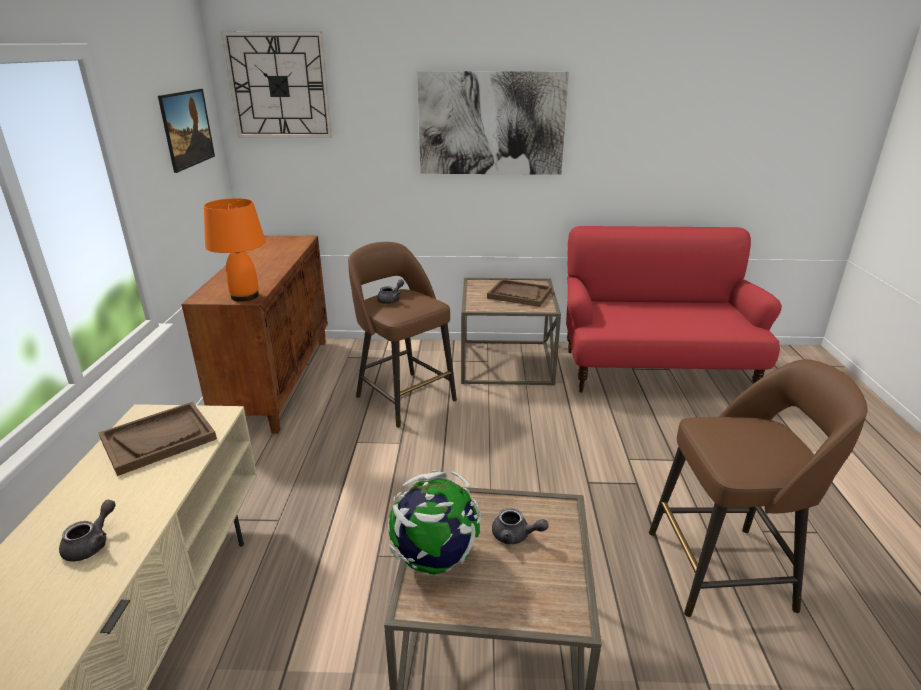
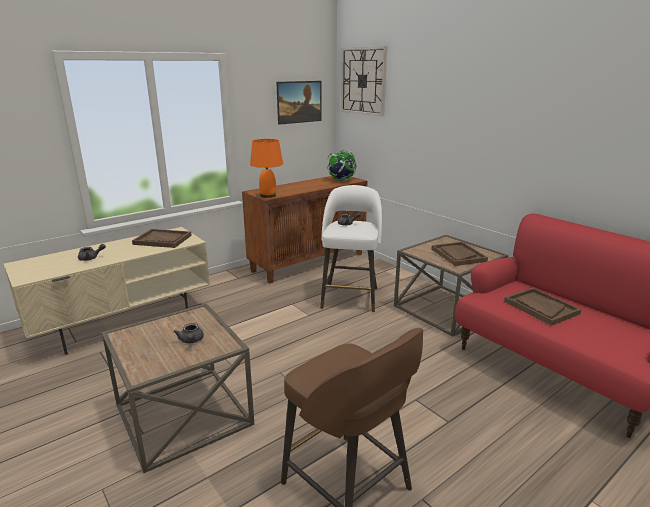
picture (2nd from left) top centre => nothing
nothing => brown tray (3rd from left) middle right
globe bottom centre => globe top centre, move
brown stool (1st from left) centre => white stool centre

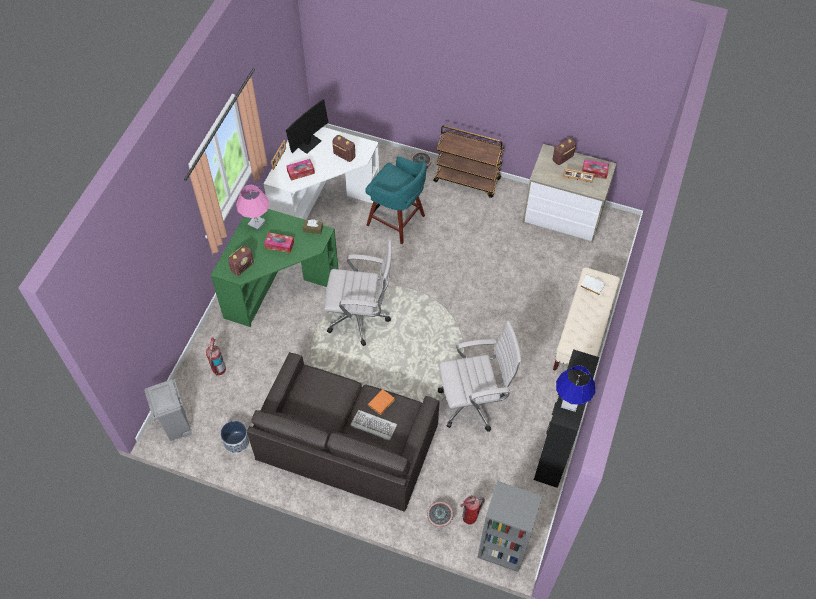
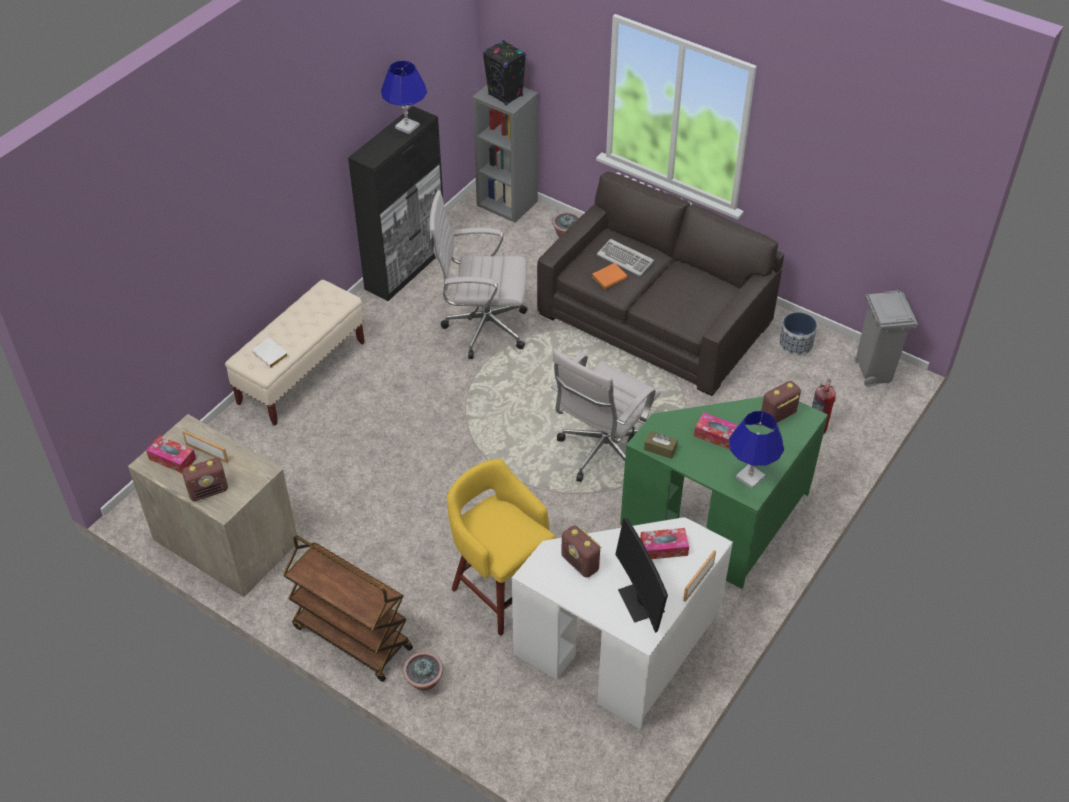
fire extinguisher (2nd from left) bottom centre => nothing
nothing => black speaker top centre
pink table lamp middle left => blue table lamp (2nd from left) middle right
turquoise stool centre => yellow stool bottom centre
monitor top centre => monitor bottom centre, 75 degrees counterclockwise
white office chair (1st from left in the first image) centre => white office chair (2nd from left) centre, 75 degrees counterclockwise

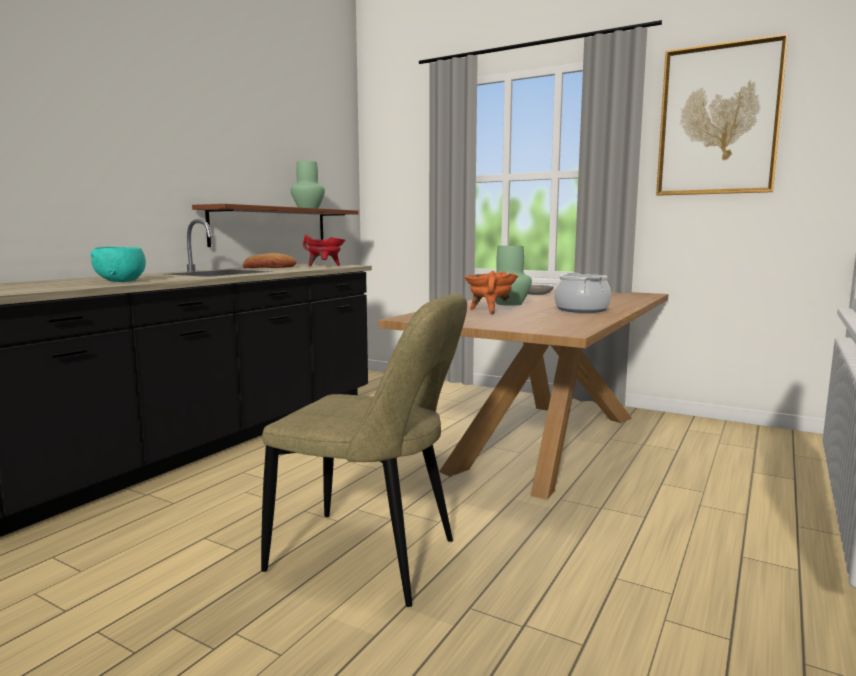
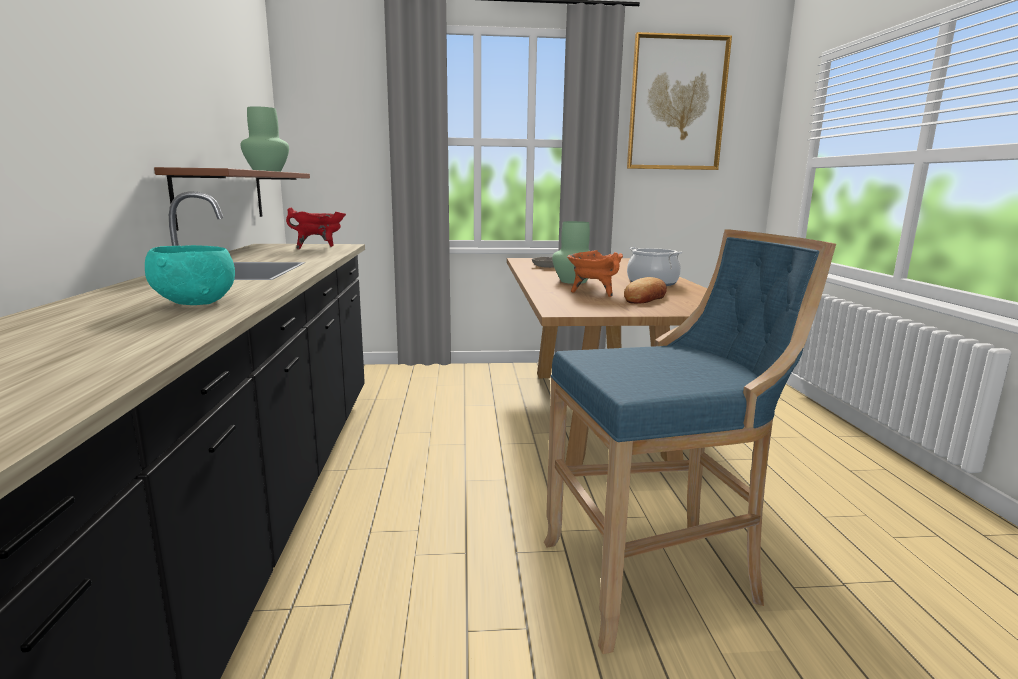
bread middle left => bread centre, move
beige chair centre => blue stool middle right

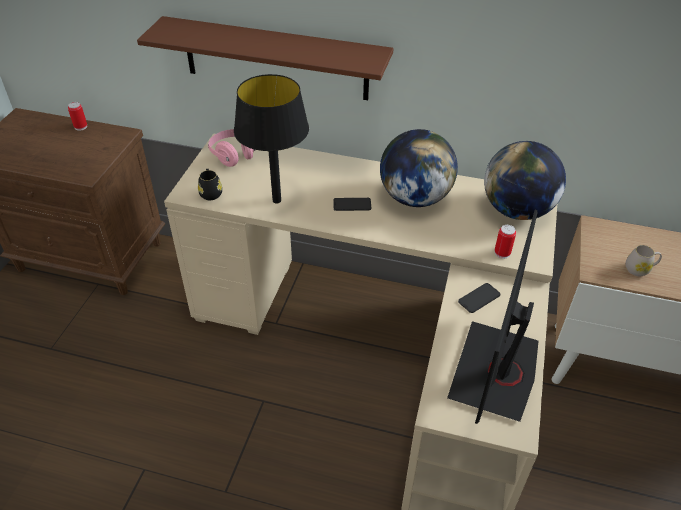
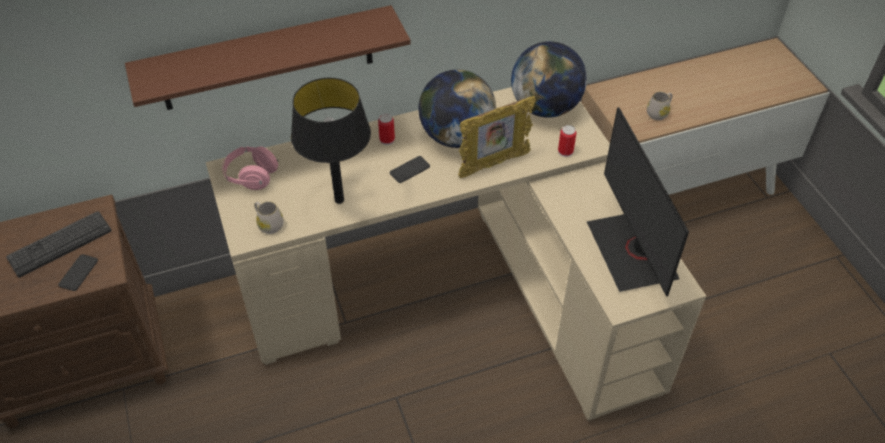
nothing => keyboard middle left
nothing => picture frame top centre
can (1st from left) top left => can (1st from left) top centre, move
phone (2nd from left in the first image) middle right => phone (1st from left) middle left, move
black mug middle left => white mug (1st from left) middle left

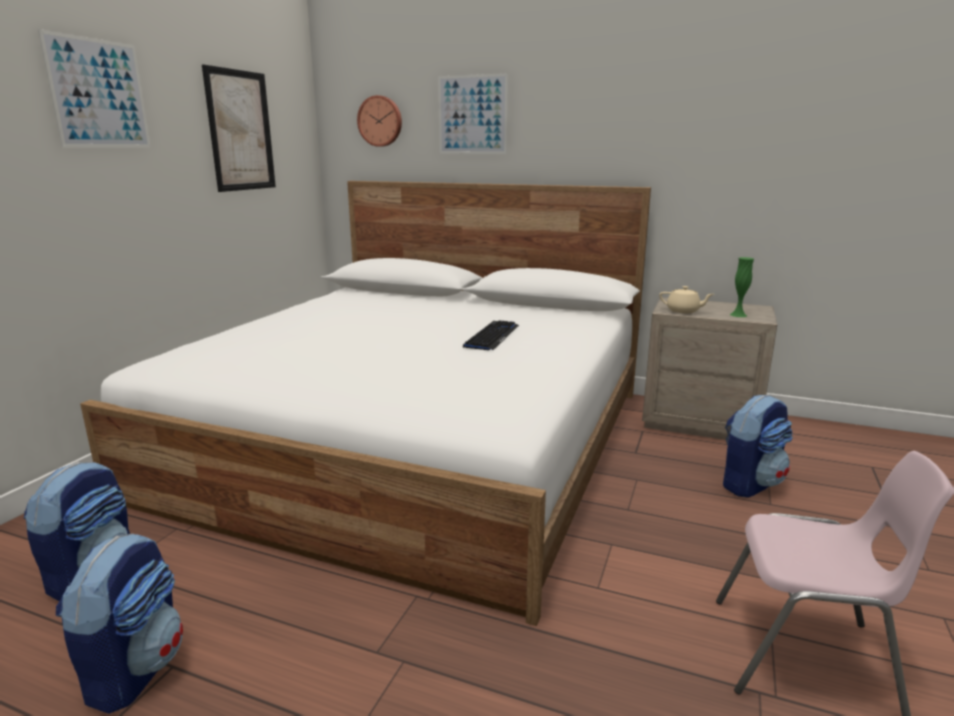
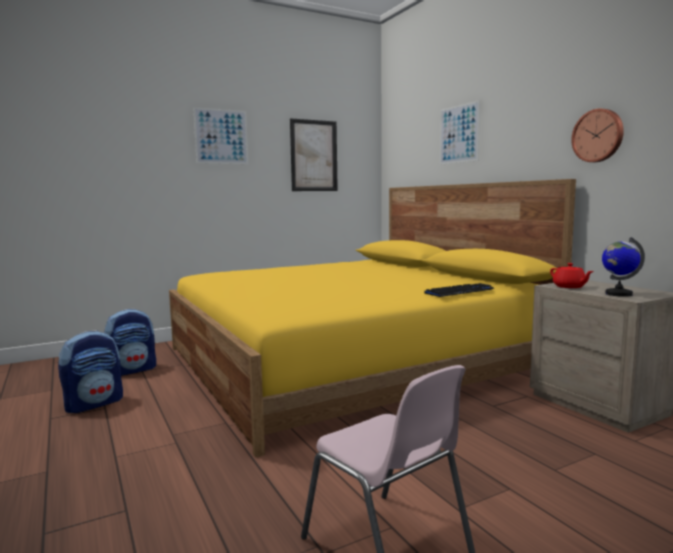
backpack (3rd from left) middle right => nothing
wall clock top centre => wall clock top right, move
keyboard centre => keyboard middle right, move
green vase middle right => globe middle right
white bed centre => yellow bed centre
beige teapot middle right => red teapot middle right

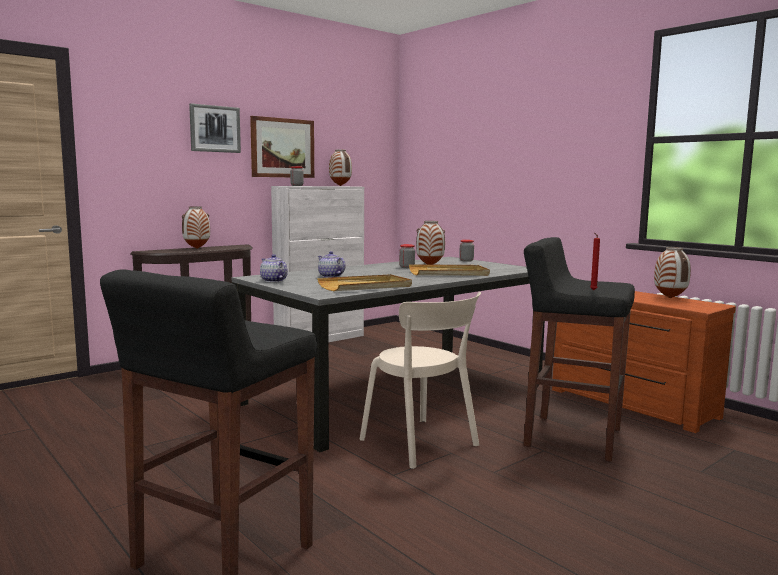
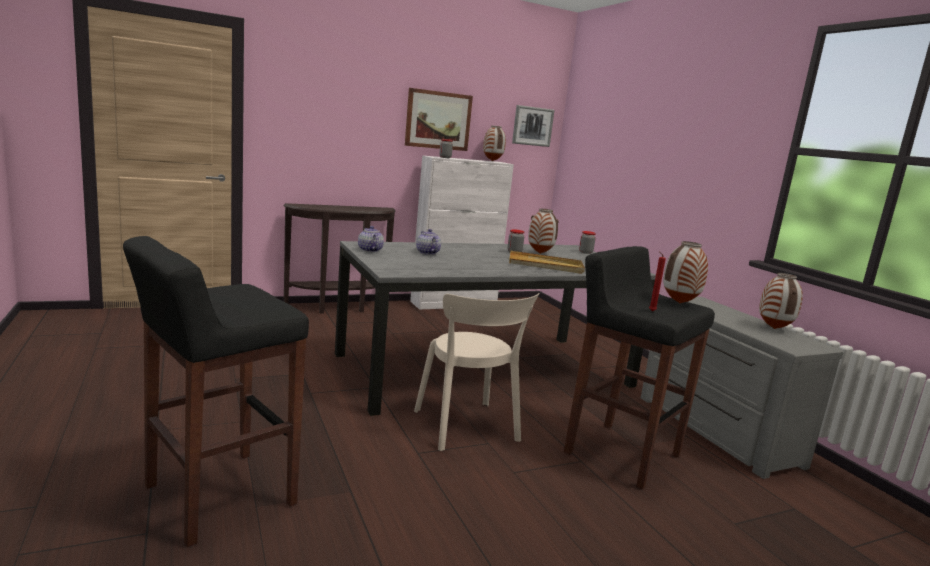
beige tray (1st from left) centre => nothing
vase (1st from left in the first image) middle left => vase (3rd from left) middle right, move
picture (1st from left in the first image) top left => picture (2nd from left) top centre, move
brown dresser middle right => grey dresser bottom right

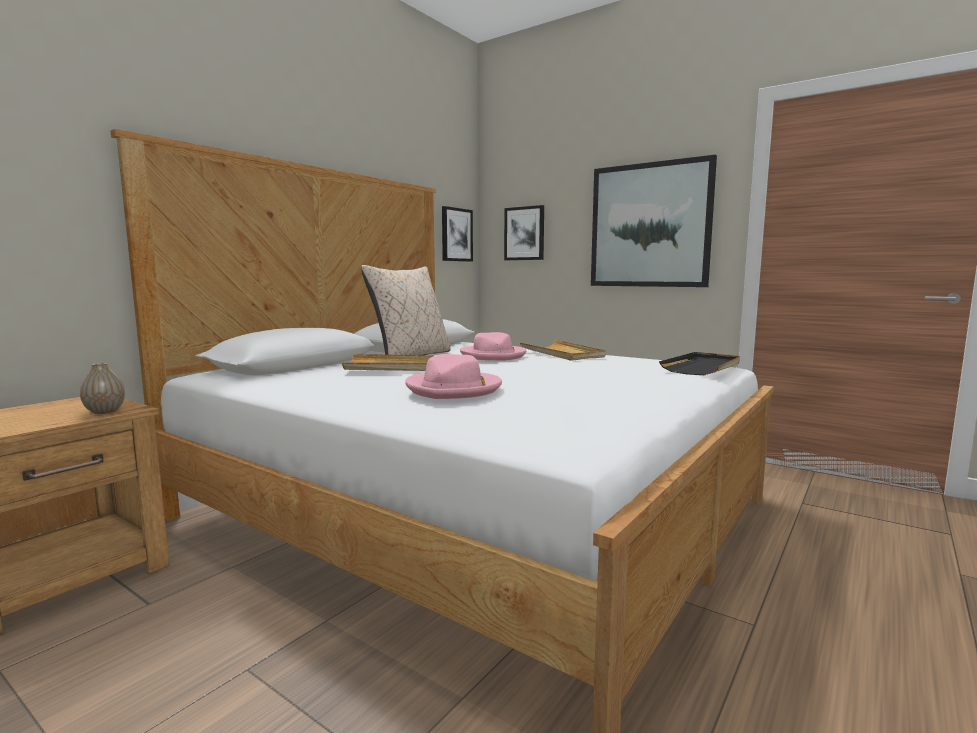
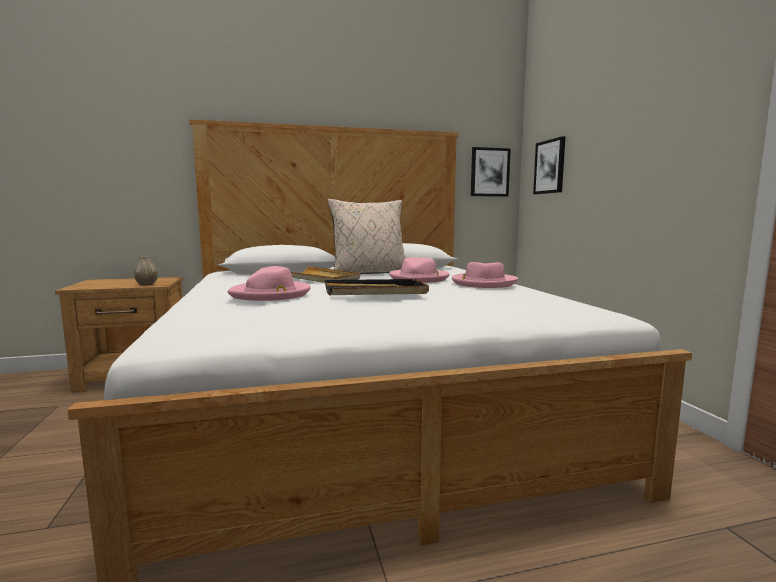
picture (3rd from left) top right => nothing
black tray middle right => black tray centre, move
beige tray (2nd from left) centre => pink hat (3rd from left) centre

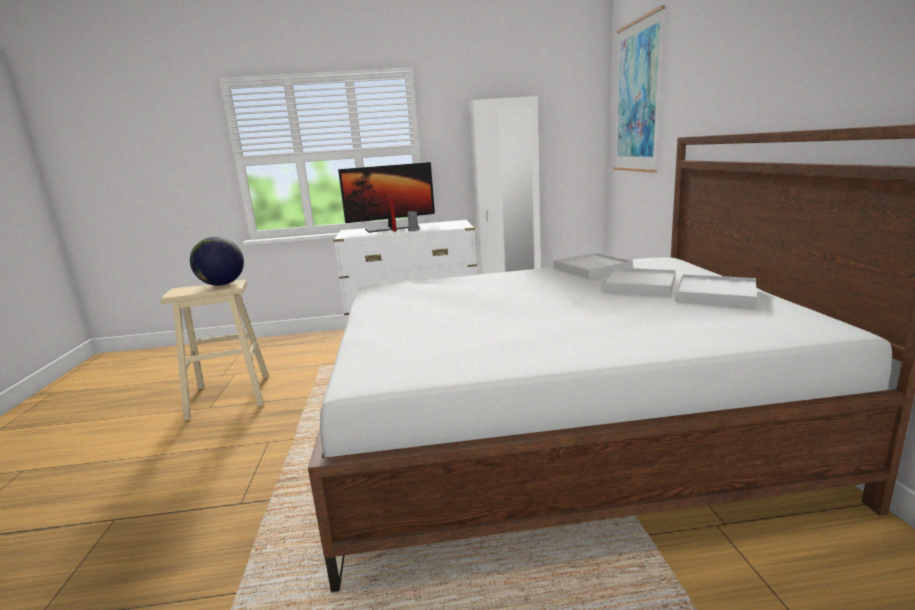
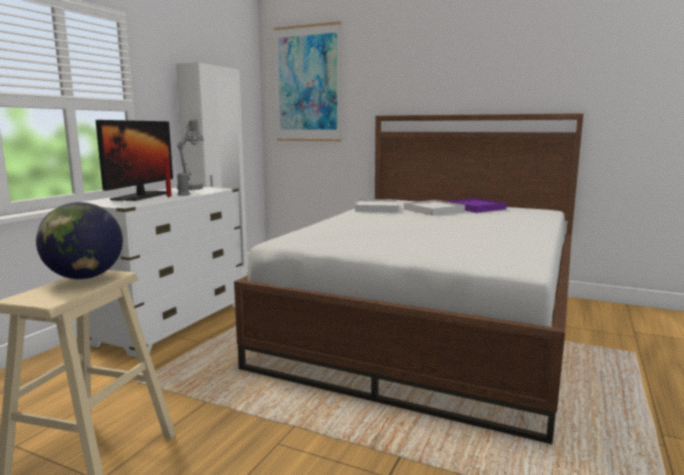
nothing => grey table lamp top left
white tray (3rd from left) middle right => purple tray middle right

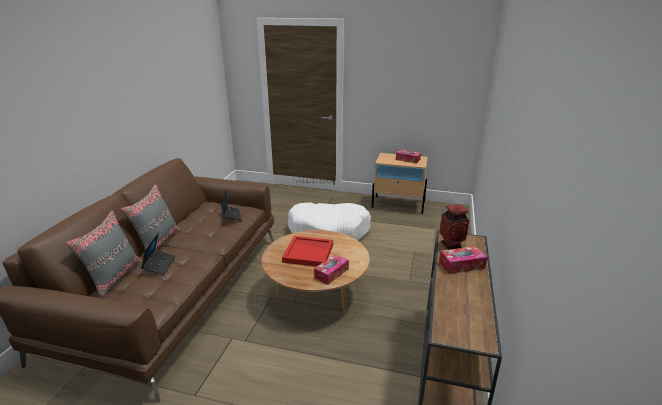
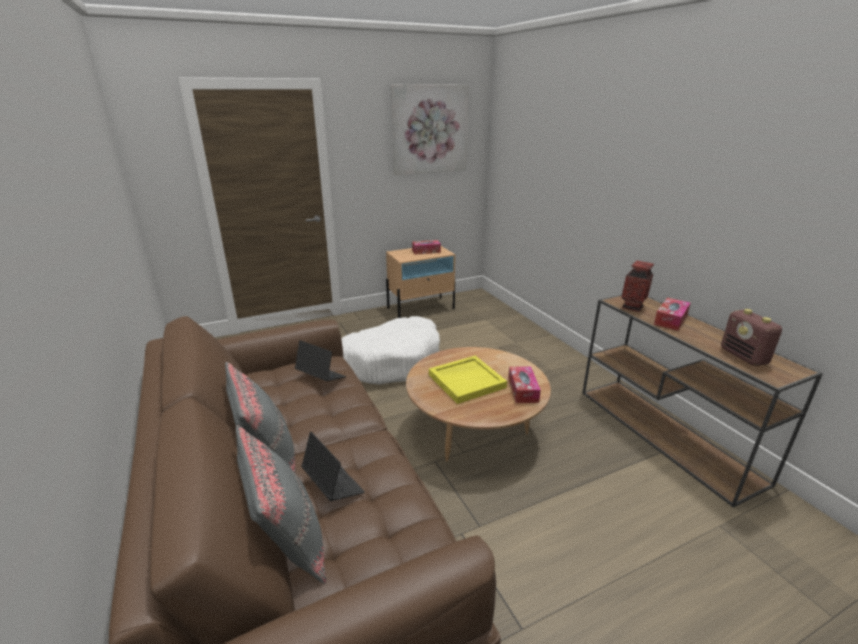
nothing => picture top centre
nothing => radio middle right
red tray centre => yellow tray centre

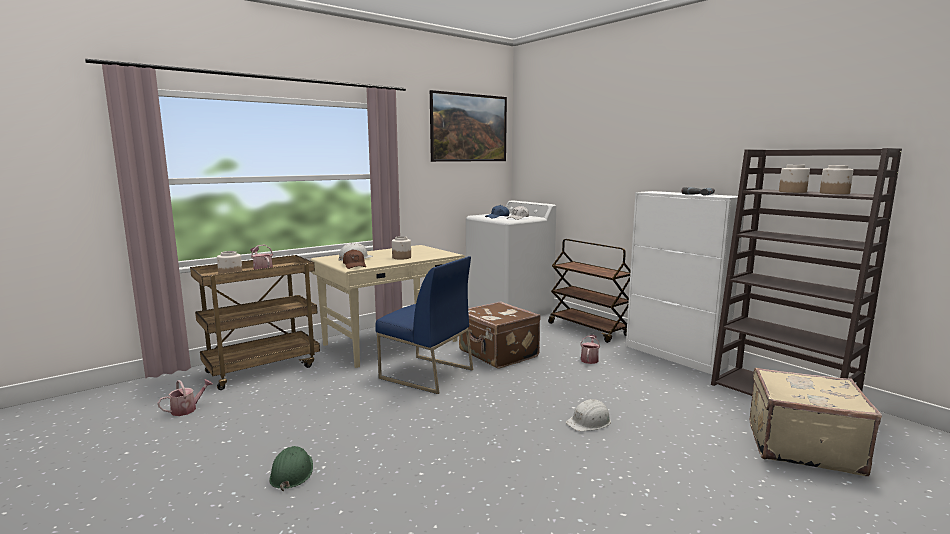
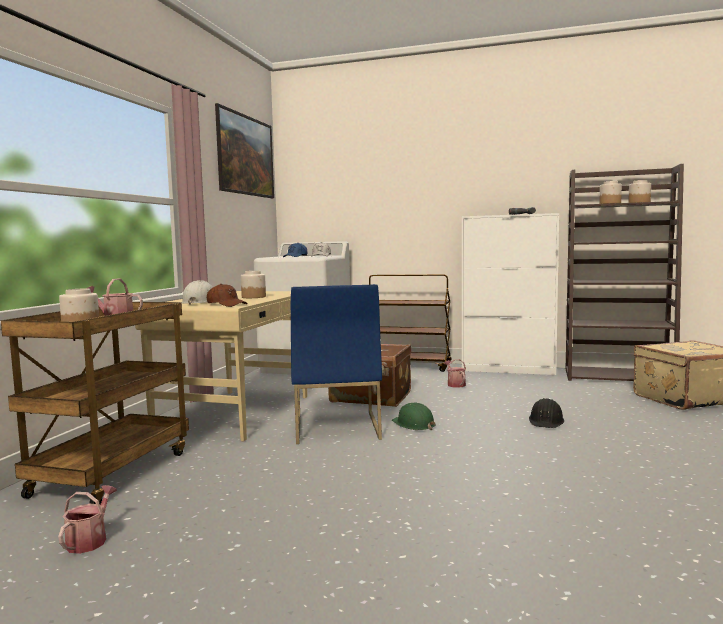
green hard hat bottom left => green hard hat bottom centre, move
white hard hat (2nd from left) bottom centre => black hard hat middle right
blue chair centre, 90 degrees clockwise

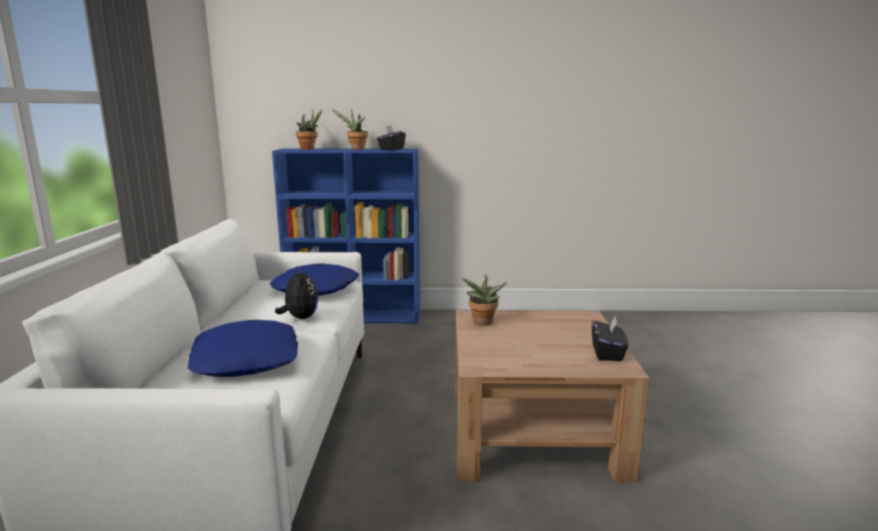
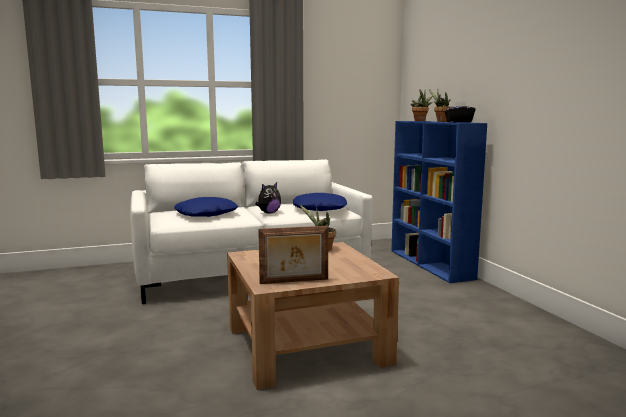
black tissue box (2nd from left) middle right => picture frame centre

